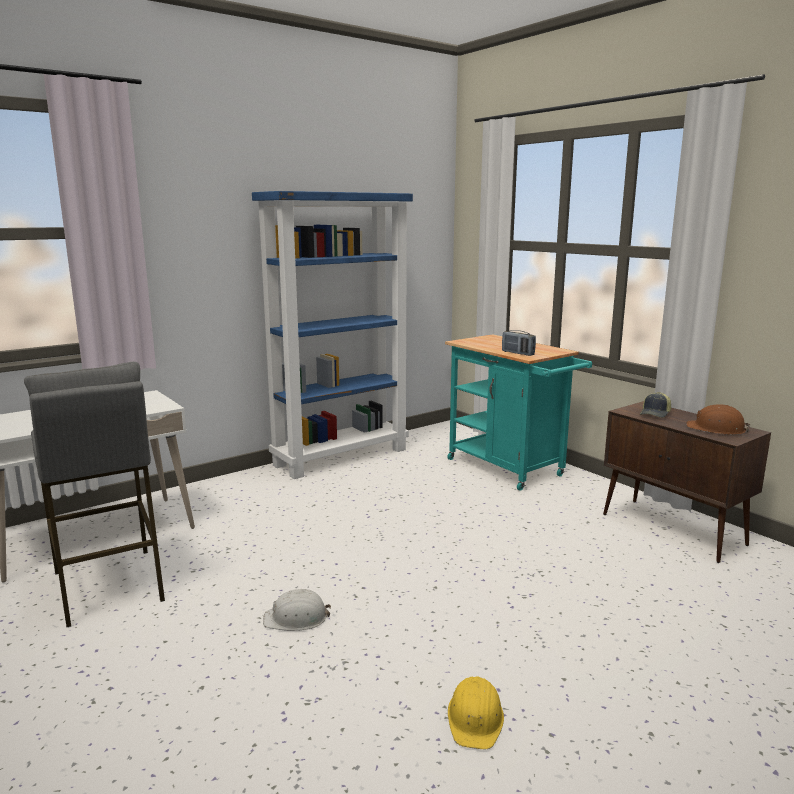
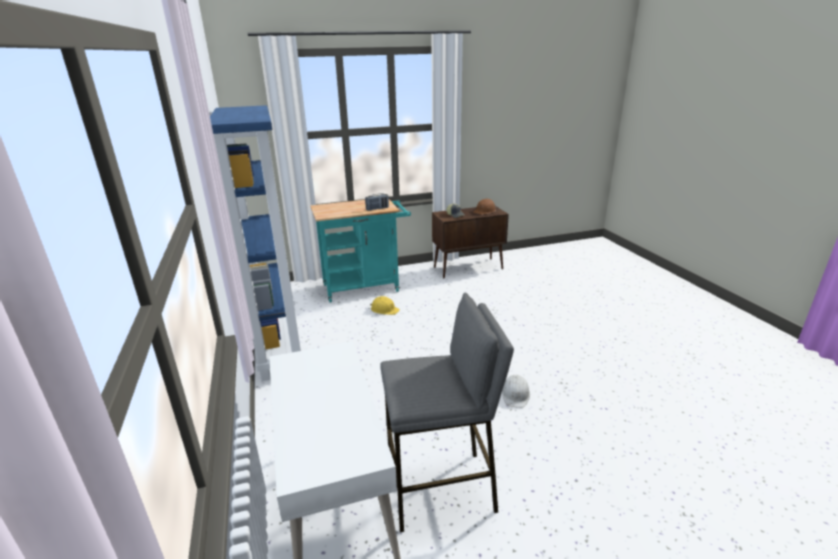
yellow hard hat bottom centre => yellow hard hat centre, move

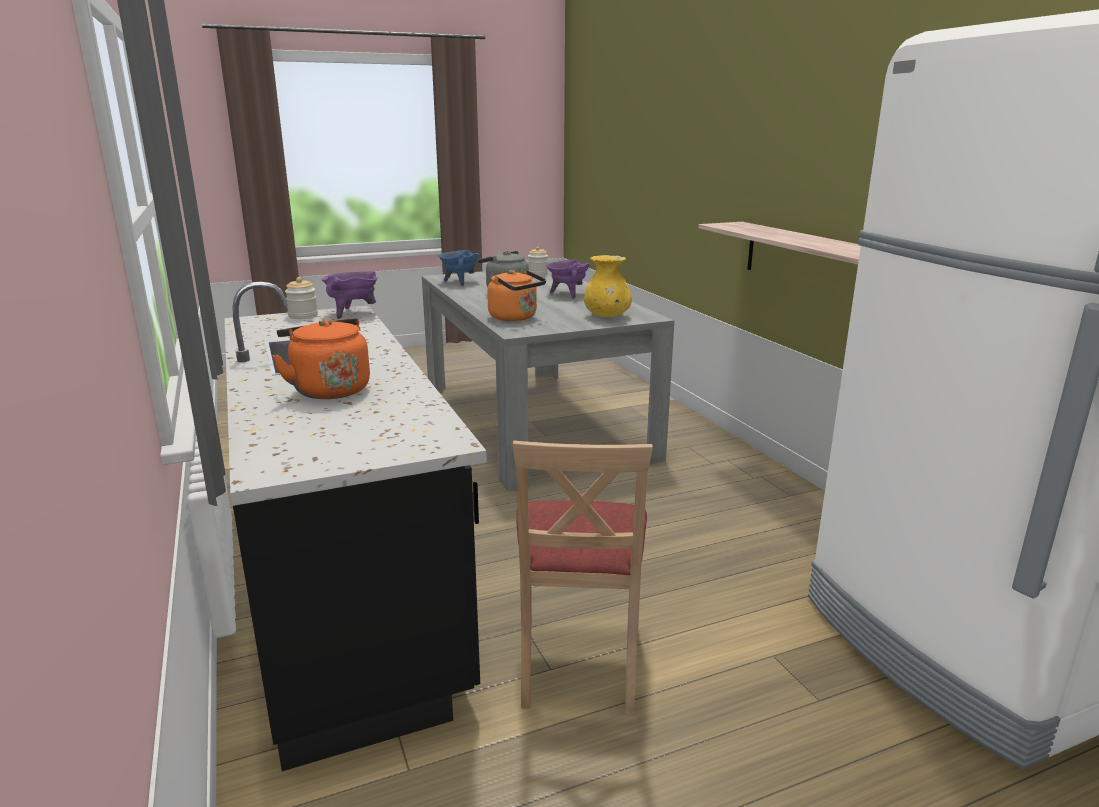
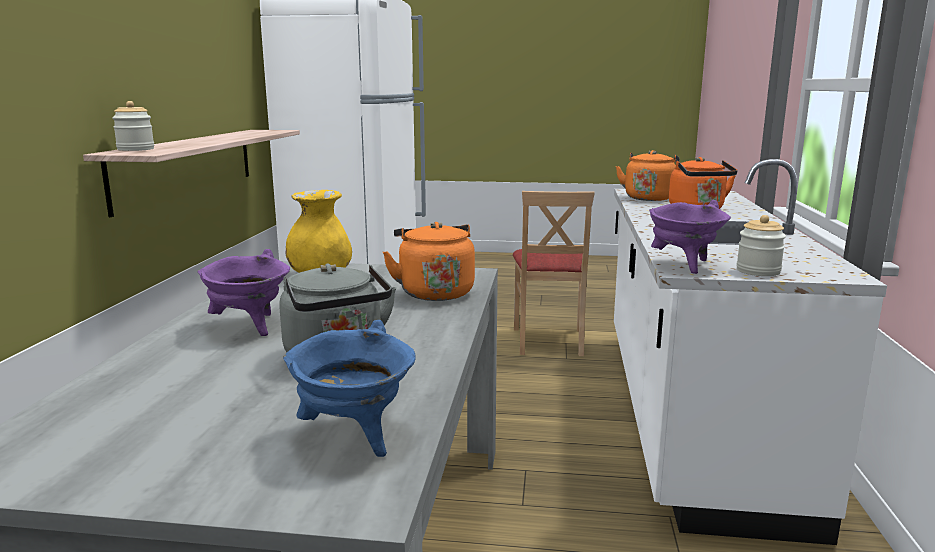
nothing => orange kettle (2nd from left) top right
jar (2nd from left in the first image) top centre => jar (1st from left) top left, move
black counter middle left => white counter middle right
beige chair bottom centre => beige chair centre, 150 degrees clockwise

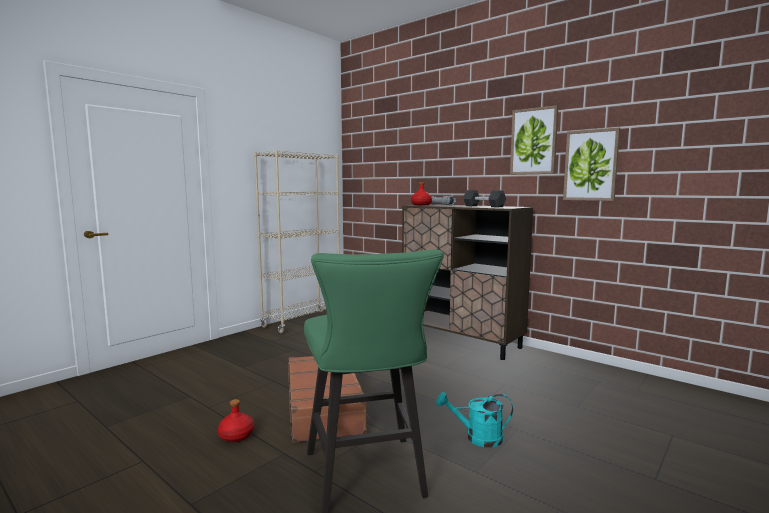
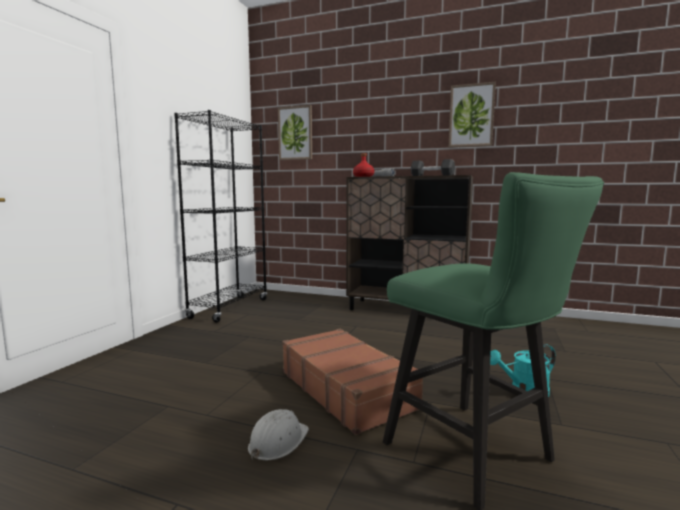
picture (2nd from left in the first image) top right => picture (1st from left) top centre, move
red bottle (1st from left) bottom left => white hard hat bottom centre
beige bookcase centre => black bookcase middle left

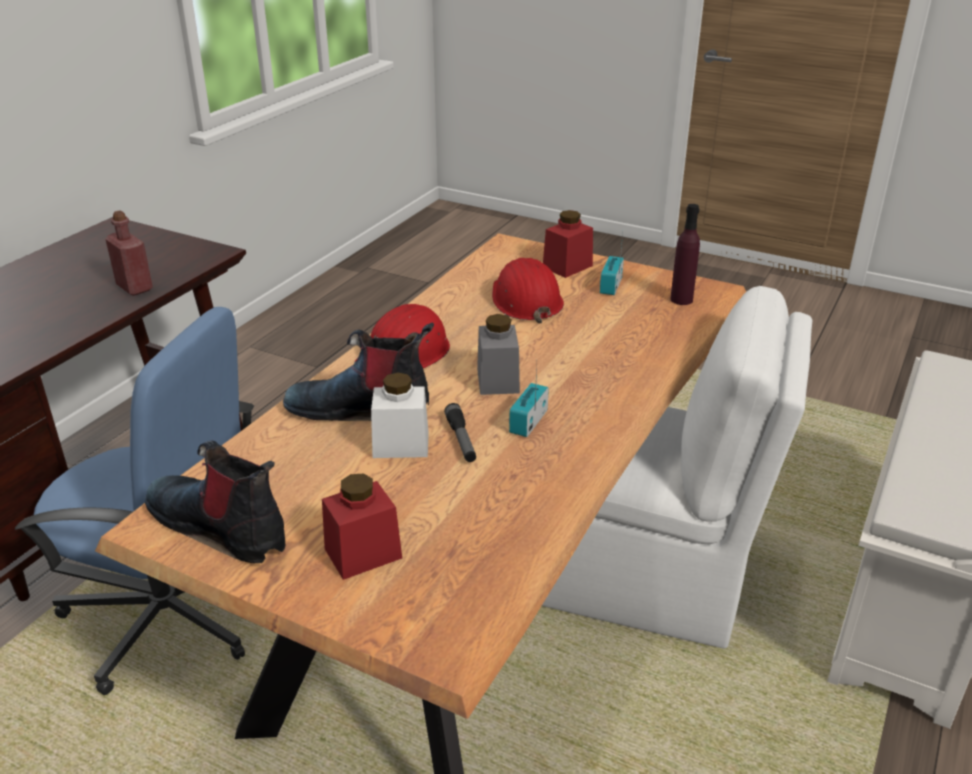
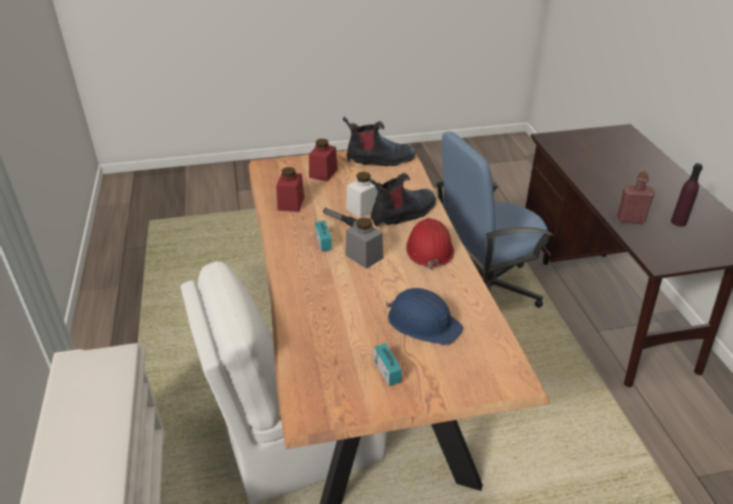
red jar (2nd from left in the first image) top centre => red jar (1st from left) centre, move
purple bottle top right => purple bottle middle right, move
red hard hat (2nd from left) centre => blue hard hat centre

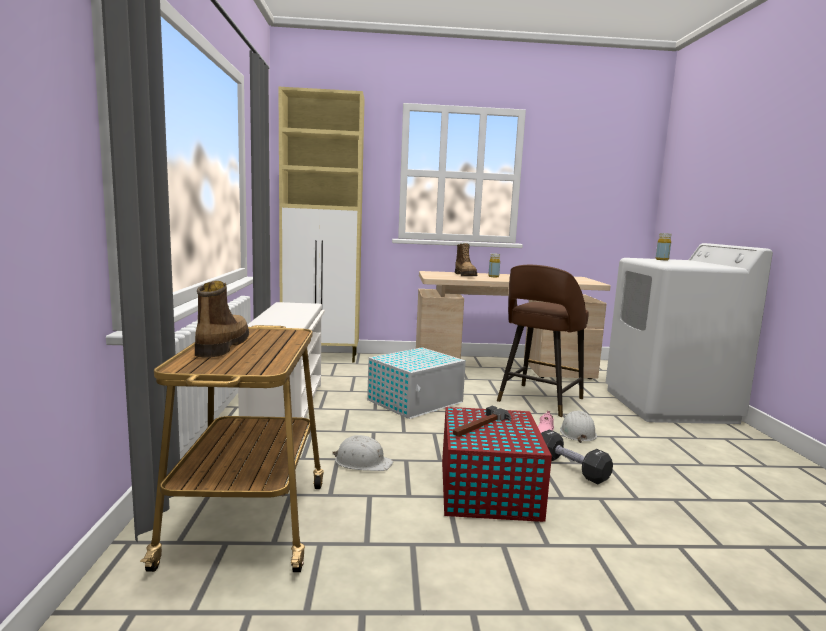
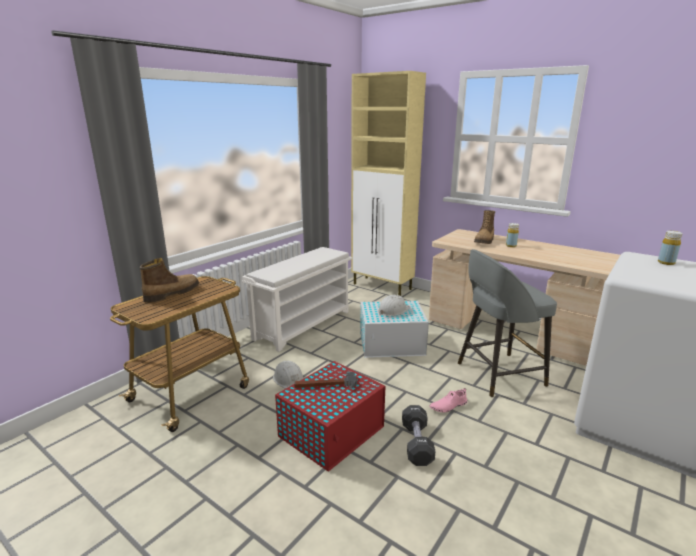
white hard hat (2nd from left) bottom right => white hard hat (2nd from left) centre, move
brown stool centre => grey stool middle right

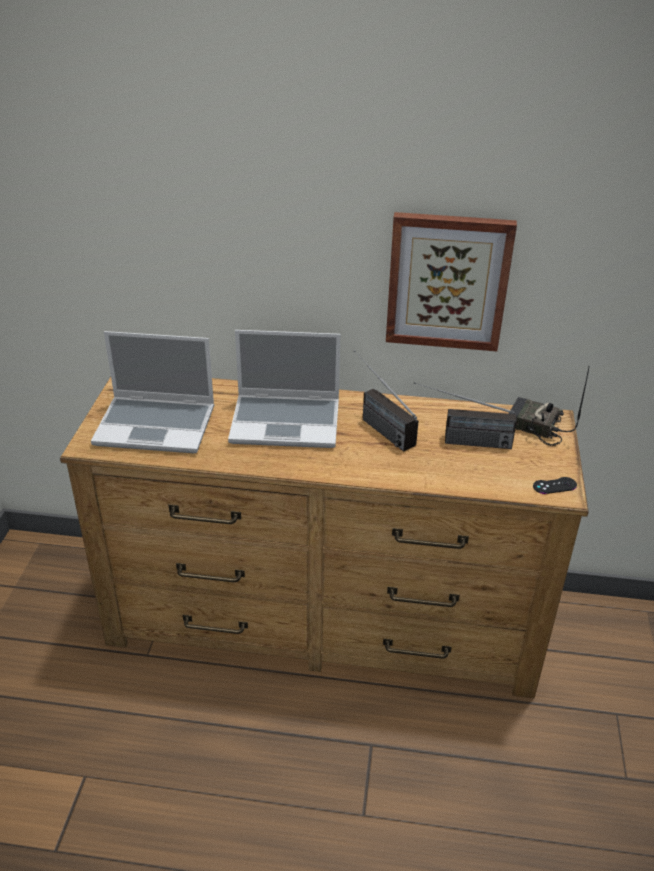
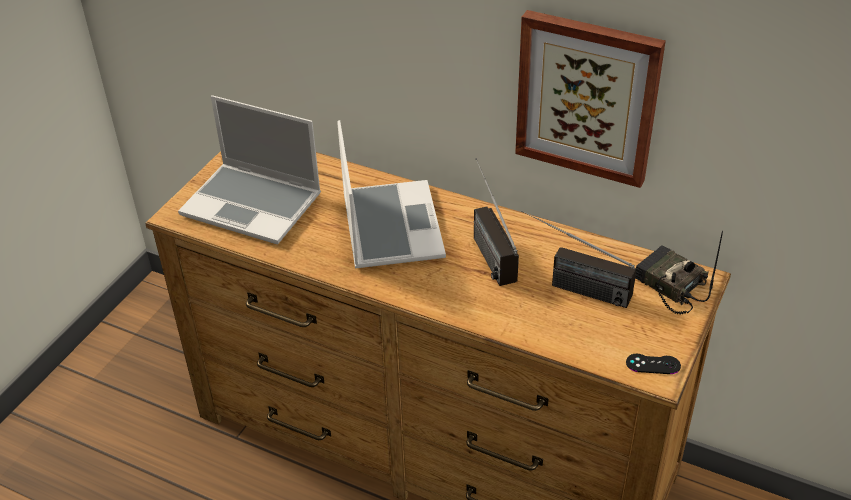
laptop (2nd from left) centre, 120 degrees counterclockwise

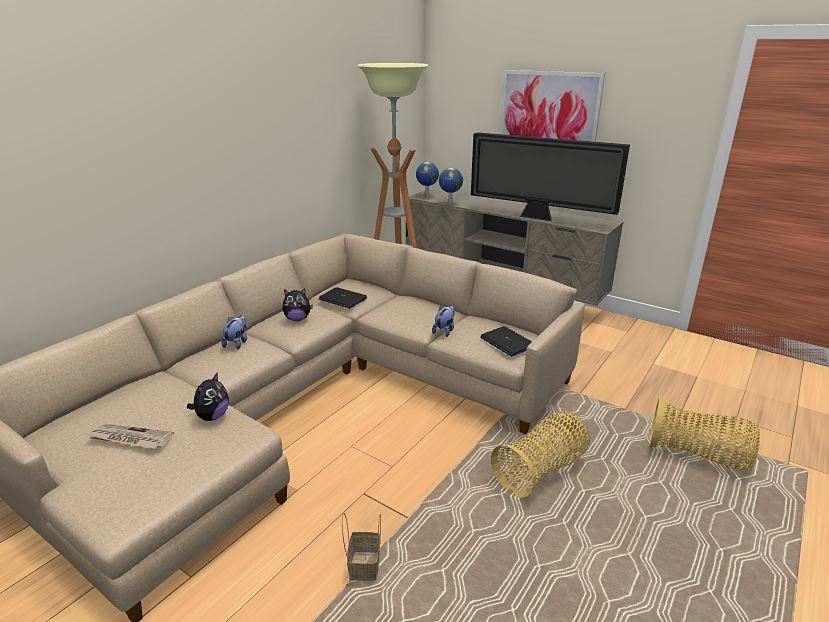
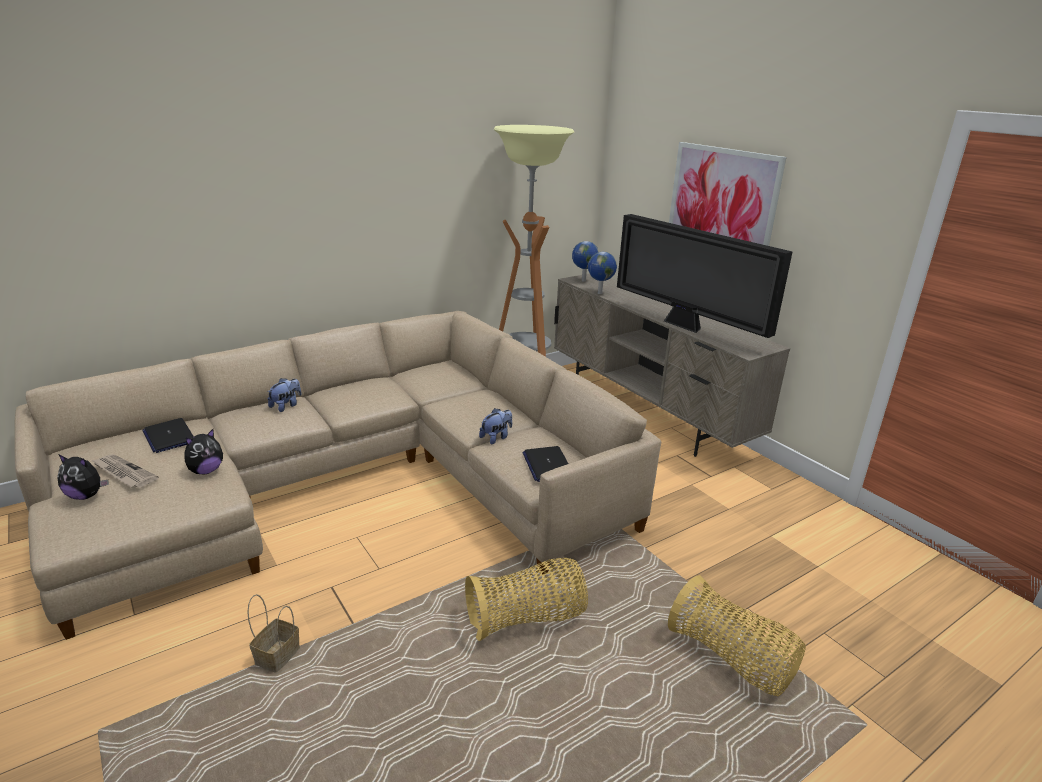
plush toy (3rd from left in the first image) centre => plush toy (1st from left) middle left, move
laptop (1st from left) centre => laptop (1st from left) middle left, move

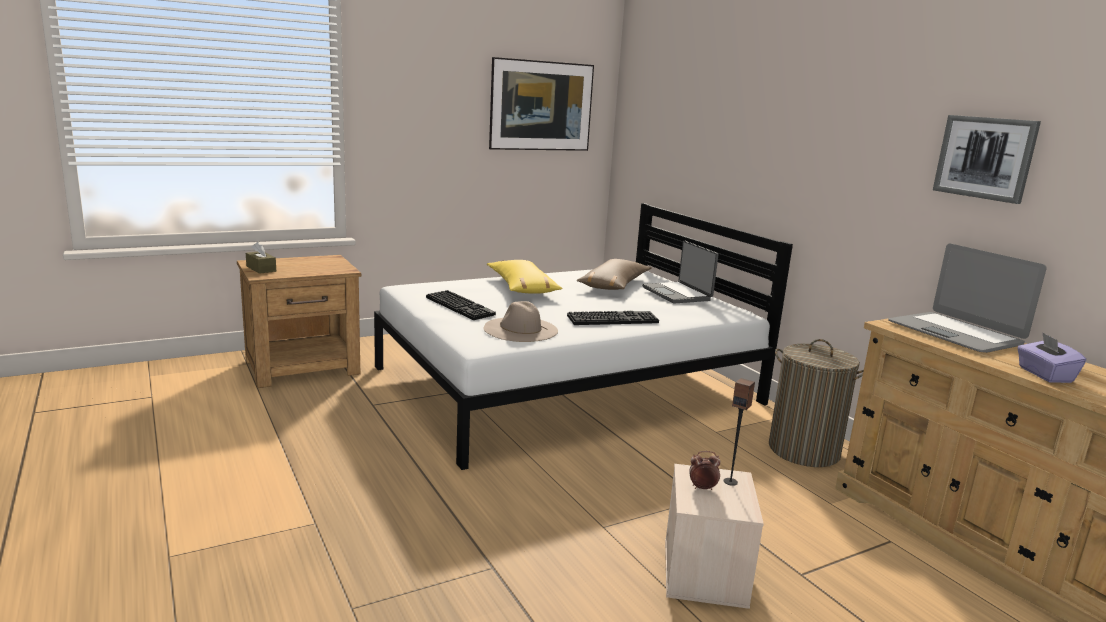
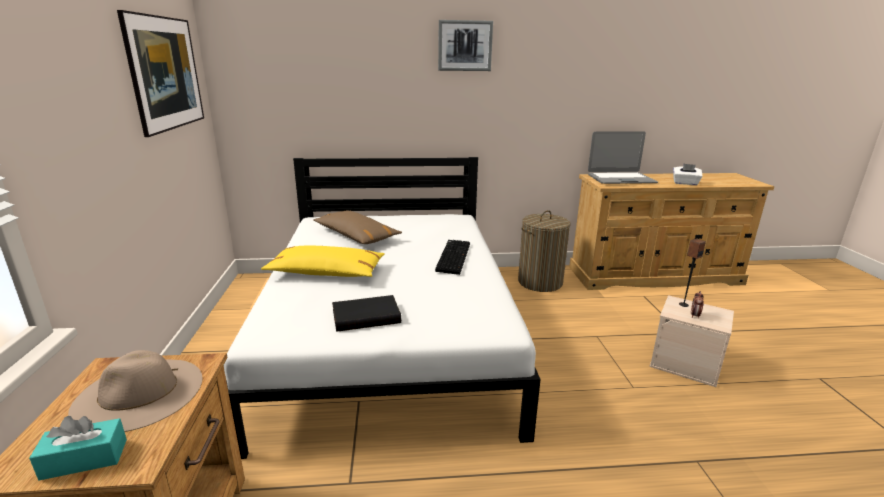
laptop (1st from left) centre => nothing
beige hat centre => beige hat bottom left, move
picture (2nd from left) top right => picture (2nd from left) top centre, move
keyboard (1st from left) centre => black book centre
brown tissue box middle left => turquoise tissue box bottom left
purple tissue box middle right => white tissue box middle right

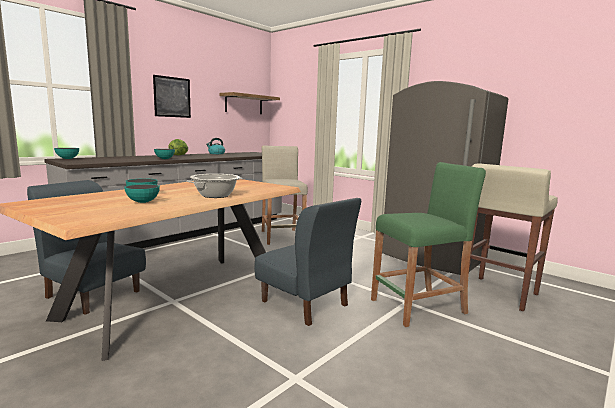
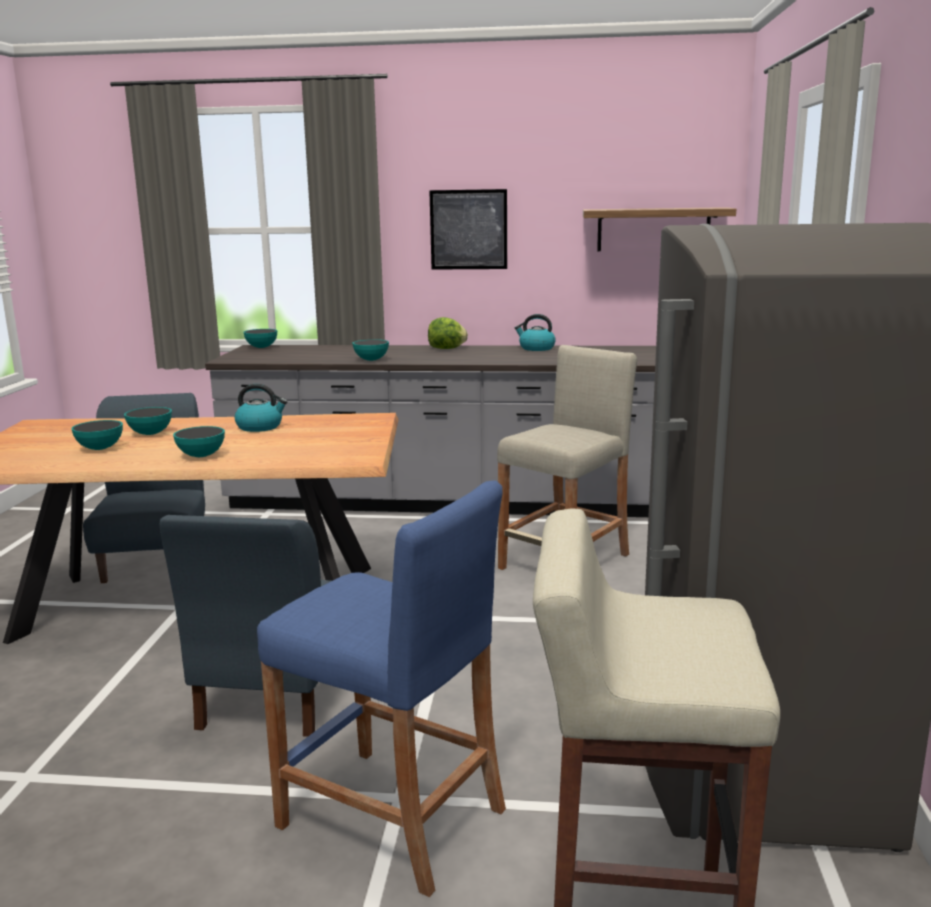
nothing => kettle (1st from left) middle left
cooking pot centre => bowl (3rd from left) middle left
green stool middle right => blue stool bottom centre

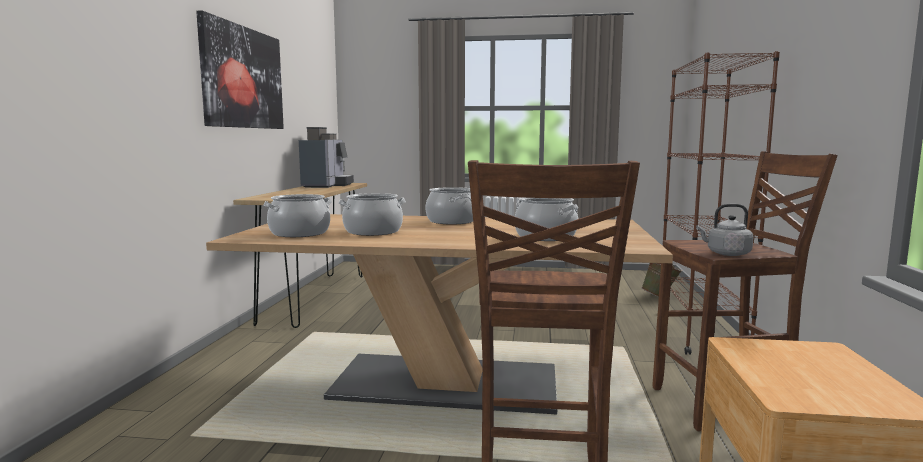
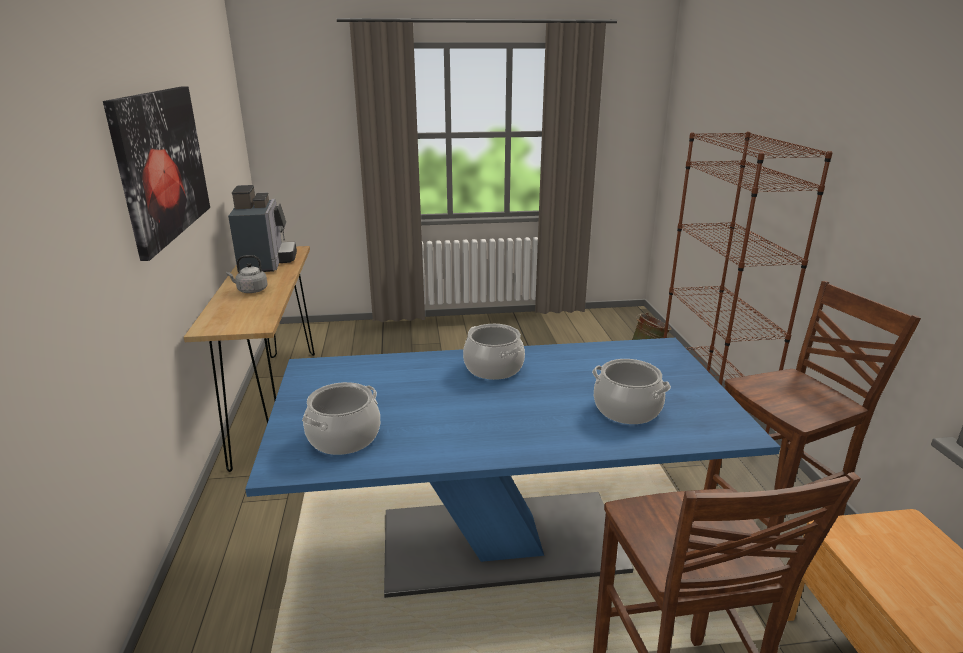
cooking pot (2nd from left) centre => nothing
grey kettle middle right => grey kettle middle left, move
beige dining table bottom centre => blue dining table bottom centre

